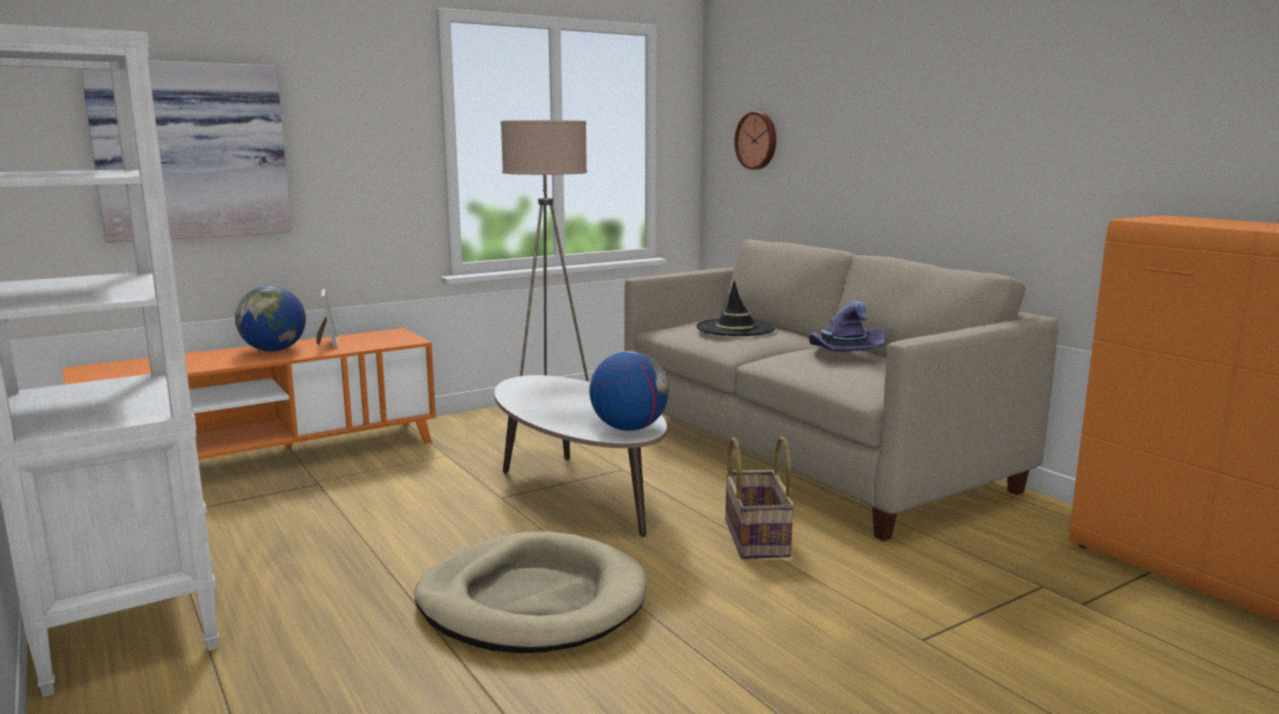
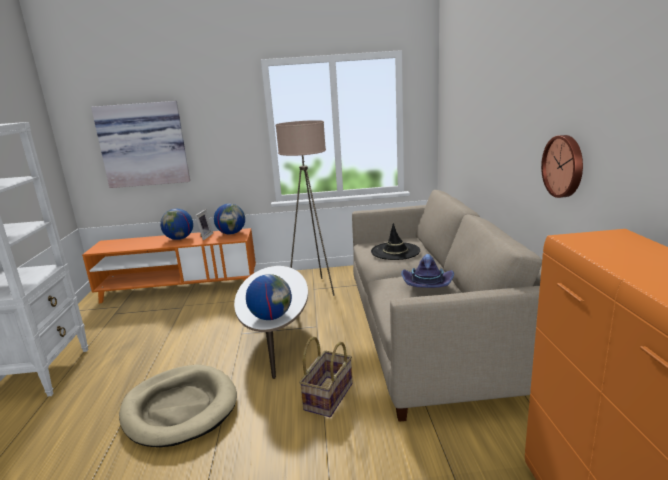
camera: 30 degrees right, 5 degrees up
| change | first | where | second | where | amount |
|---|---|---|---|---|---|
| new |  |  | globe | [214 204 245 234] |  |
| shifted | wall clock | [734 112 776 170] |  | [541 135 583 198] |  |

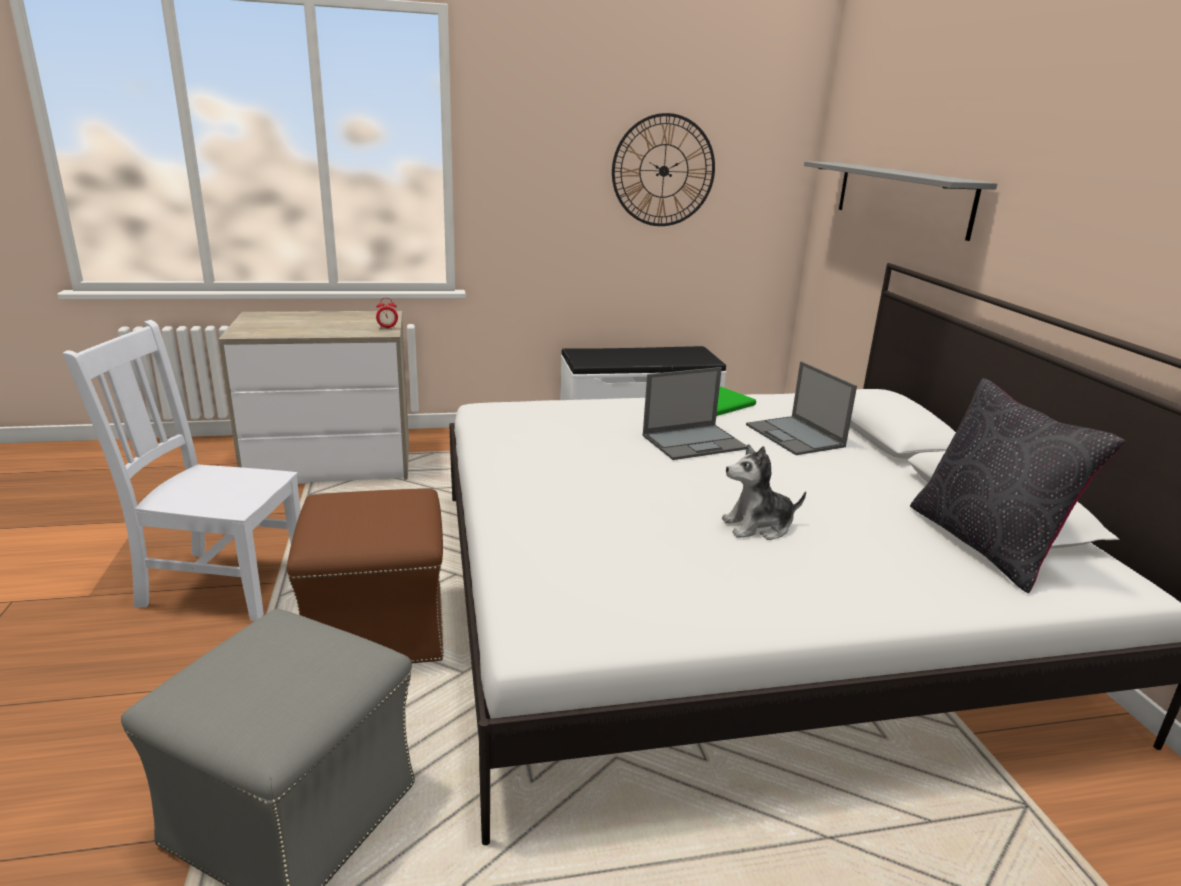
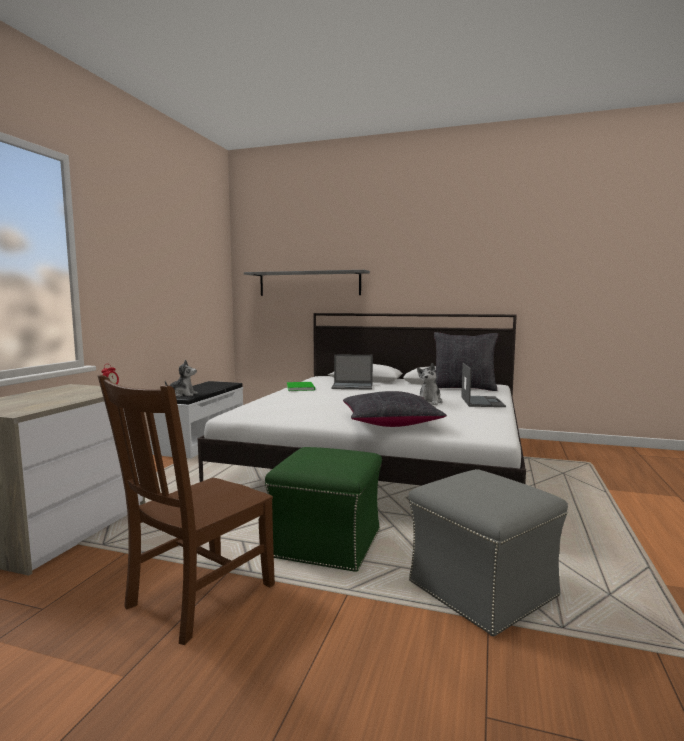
camera: 60 degrees left, 15 degrees down
| change | first | where | second | where | amount |
|---|---|---|---|---|---|
| repainted | chair/white | [62 320 301 621] | chair/brown | [98 375 275 645] |  |
| new |  |  | plush toy | [165 360 198 397] |  |
| repainted | ottoman/brown | [287 489 444 663] | ottoman/green | [265 447 382 572] |  |
| new |  |  | pillow/black | [343 391 447 427] |  |
| shifted | laptop | [643 367 747 460] |  | [461 363 506 407] |  |
| gone | wall clock | [612 113 715 226] |  |  |  |

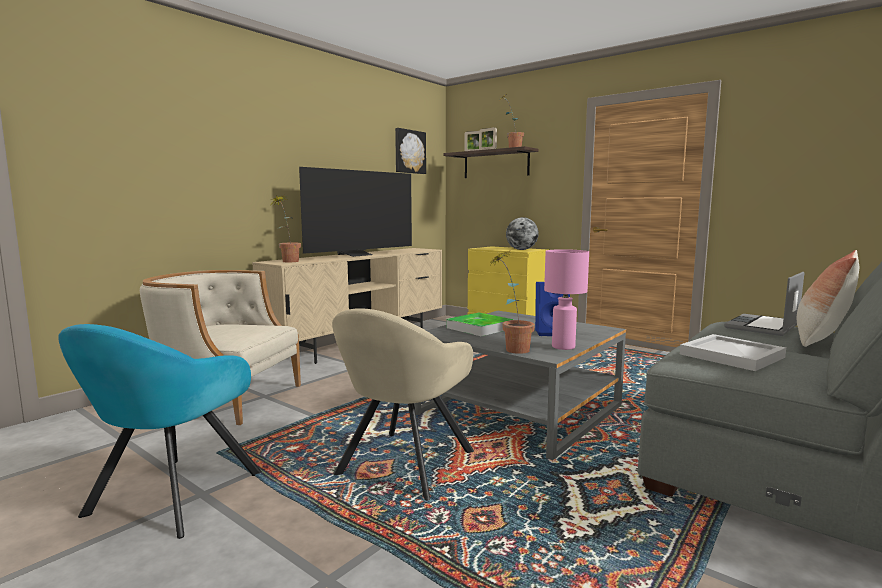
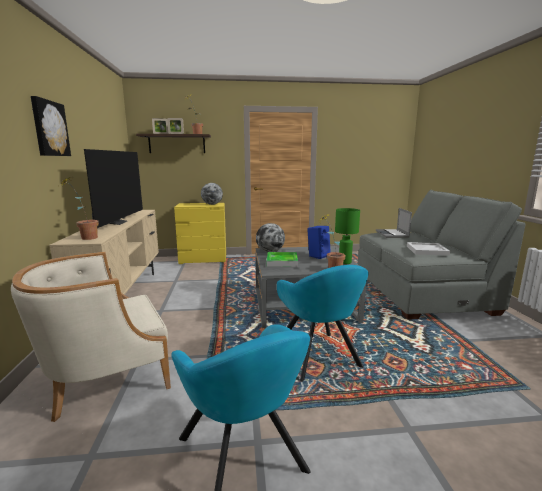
camera: 45 degrees left, 5 degrees up
| change | first | where | second | where | amount |
|---|---|---|---|---|---|
| shifted | picture | [395 128 426 174] |  | [31 96 71 156] |  |
| new |  |  | globe | [256 223 285 252] |  |
| repainted | armchair/beige | [332 308 474 501] | armchair/turquoise | [277 265 369 382] |  |
| repainted | table lamp/pink | [544 249 589 350] | table lamp/green | [335 208 360 264] |  |
| gone | pillow | [797 250 859 347] |  |  |  |

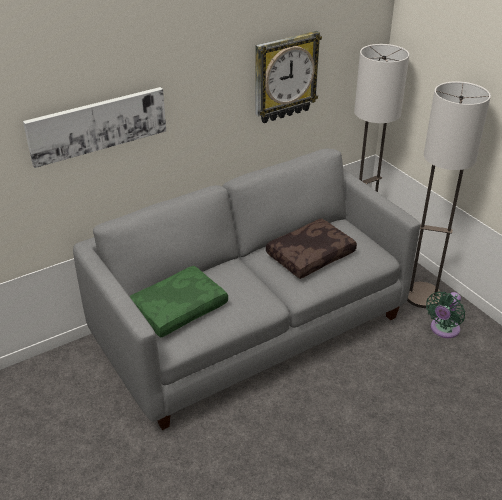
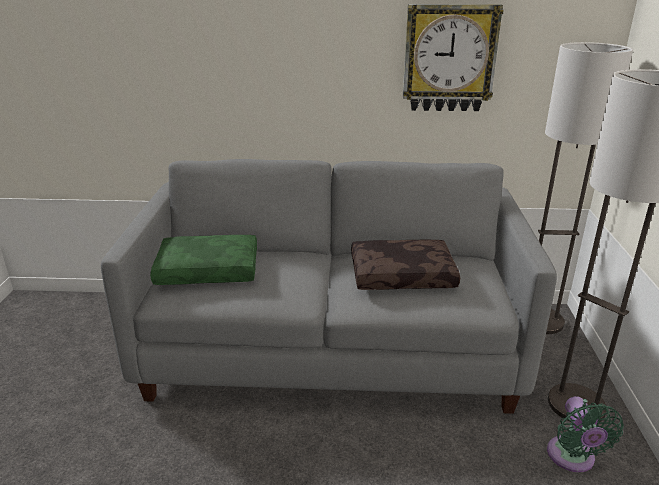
camera: 35 degrees right, 10 degrees down
| change | first | where | second | where | amount |
|---|---|---|---|---|---|
| rotated | fan/green | [426 291 465 338] |  | [547 396 624 472] | 75 degrees counterclockwise |
| gone | picture | [23 87 166 168] |  |  |  |

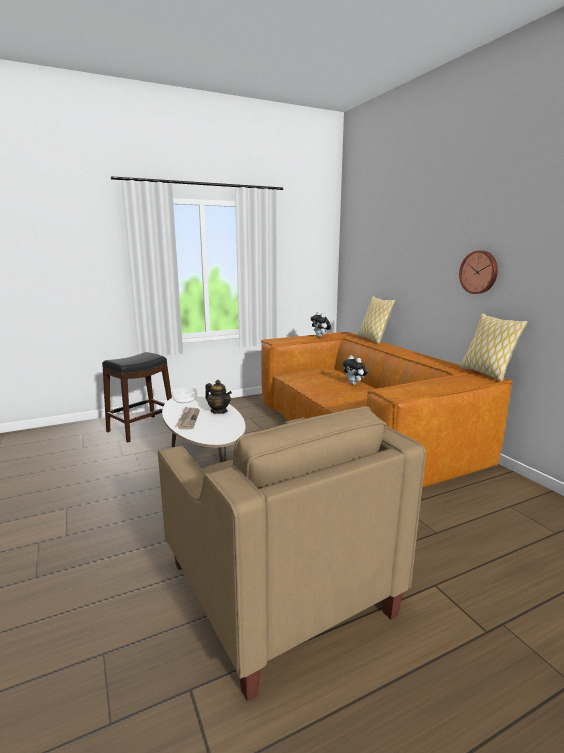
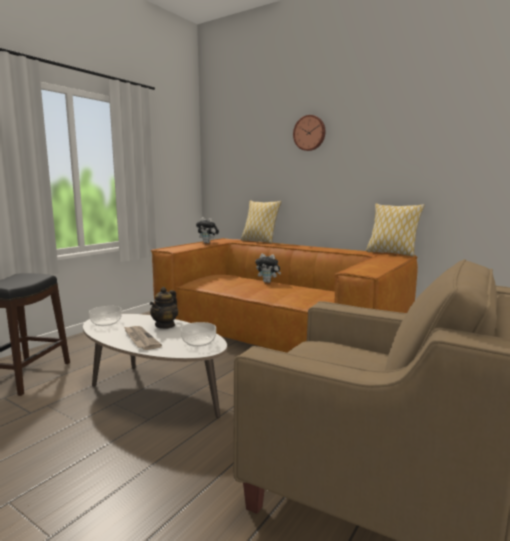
camera: 30 degrees left, 5 degrees down
| change | first | where | second | where | amount |
|---|---|---|---|---|---|
| rotated | teapot | [205 380 232 414] |  | [150 287 178 329] | 105 degrees clockwise |
| new |  |  | bowl | [181 322 216 347] |  |
| shifted | wall clock | [459 251 498 294] |  | [293 115 326 151] |  |

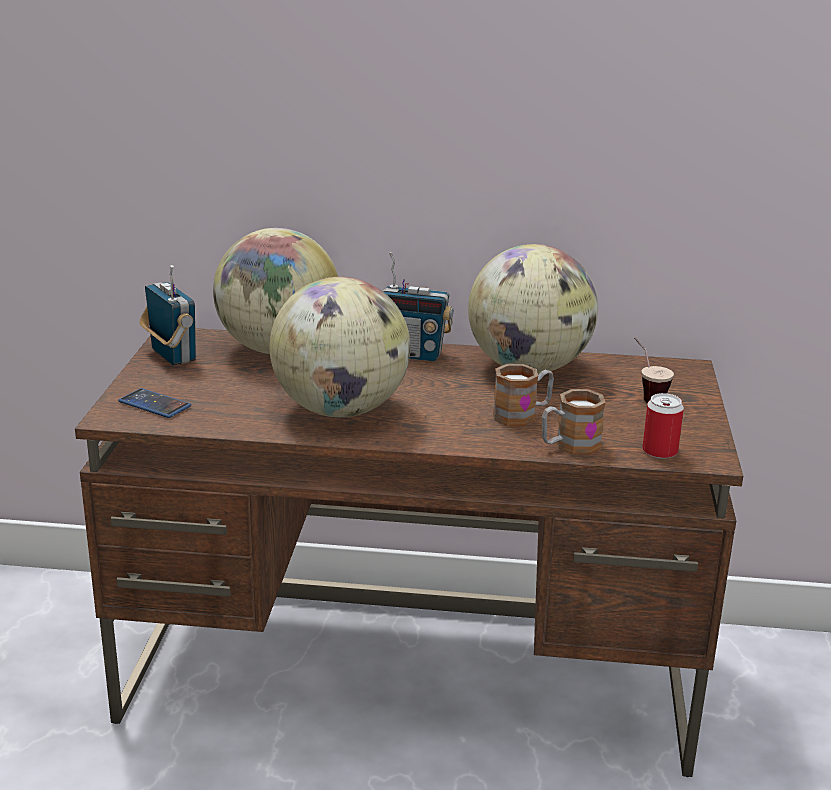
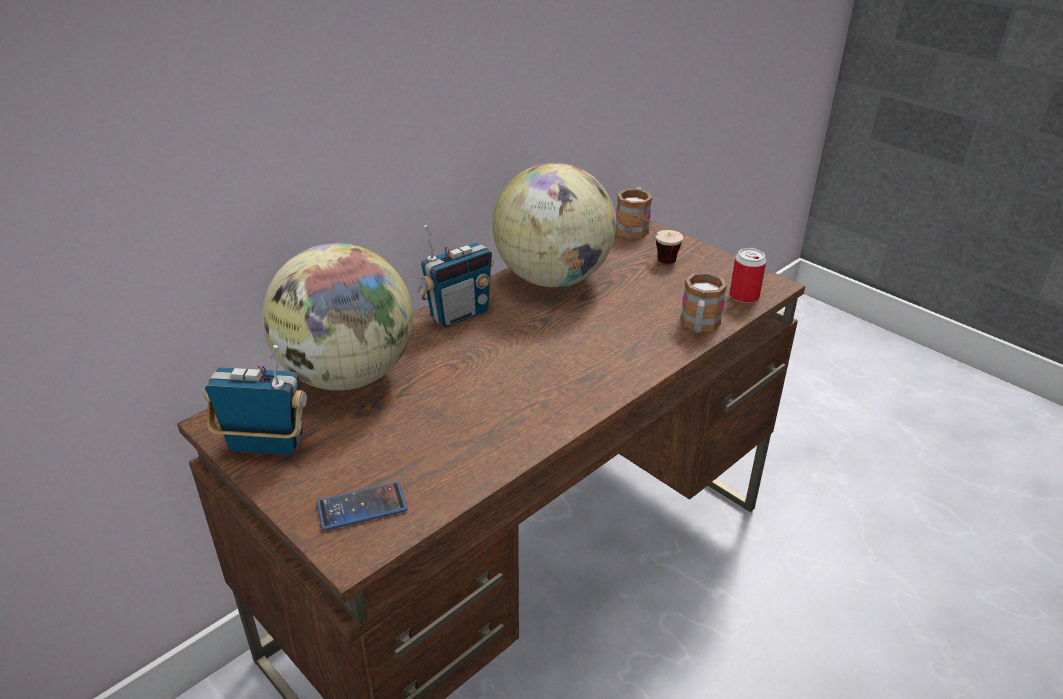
camera: 50 degrees left, 10 degrees up
| change | first | where | second | where | amount |
|---|---|---|---|---|---|
| shifted | mug | [493 364 554 426] |  | [616 187 652 239] |  |
| gone | globe | [269 277 410 417] |  |  |  |

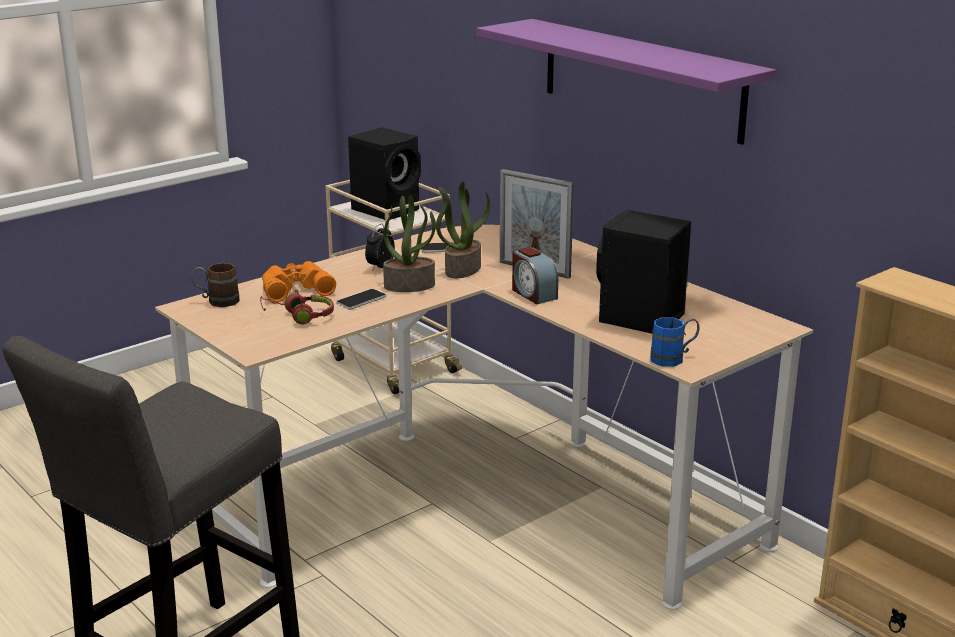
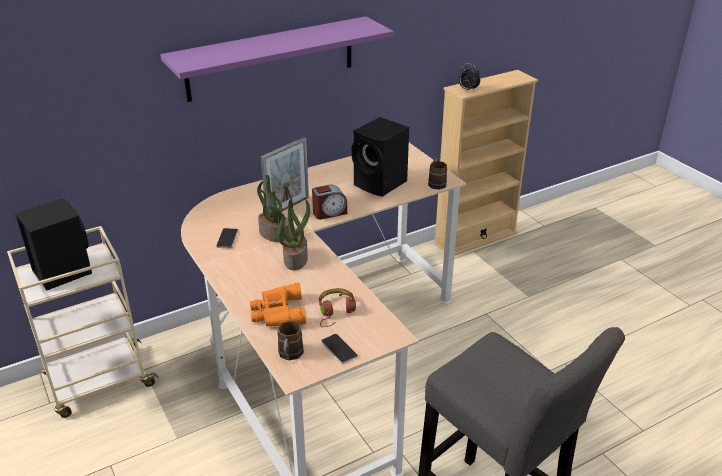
camera: 80 degrees left, 10 degrees up
| change | first | where | second | where | amount |
|---|---|---|---|---|---|
| shifted | phone | [336 289 386 310] |  | [321 334 358 364] |  |
| repainted | mug/blue | [650 317 699 367] | mug/brown | [428 157 447 190] |  |
| shifted | alarm clock | [365 223 395 270] |  | [459 63 481 91] |  |

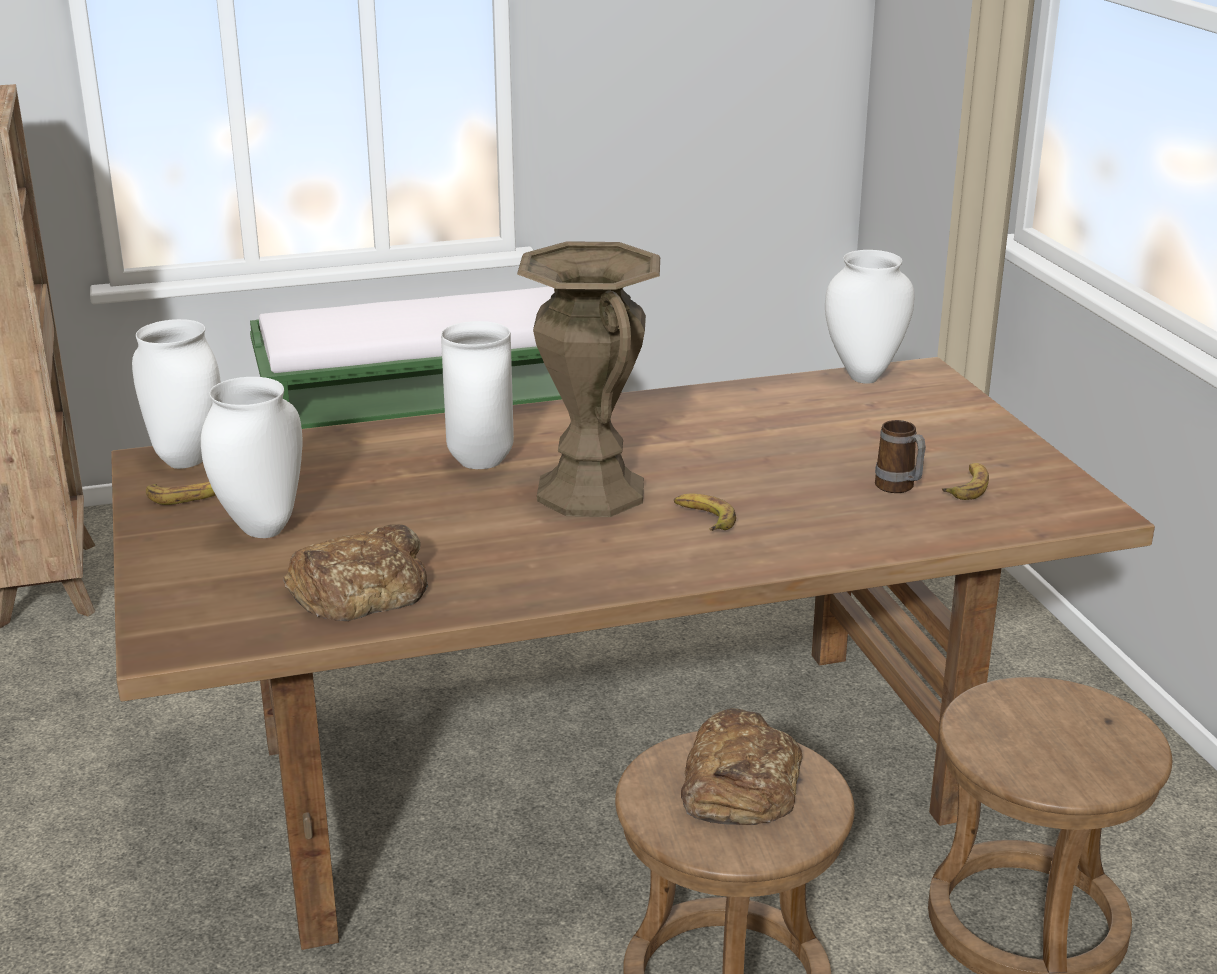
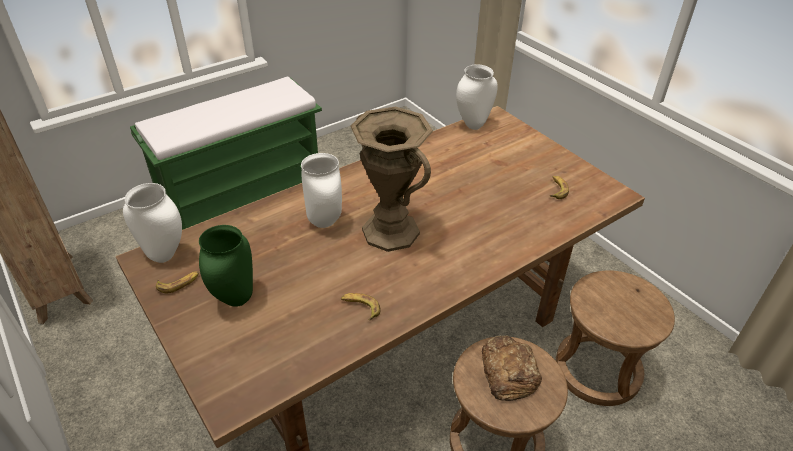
camera: 20 degrees left, 15 degrees up
| change | first | where | second | where | amount |
|---|---|---|---|---|---|
| repainted | vase/white | [201 377 303 538] | vase/green | [199 225 253 307] |  |
| shifted | banana | [674 493 736 531] |  | [341 293 381 320] |  |
| gone | bread | [283 524 428 621] |  |  |  |
| gone | mug | [875 420 926 493] |  |  |  |

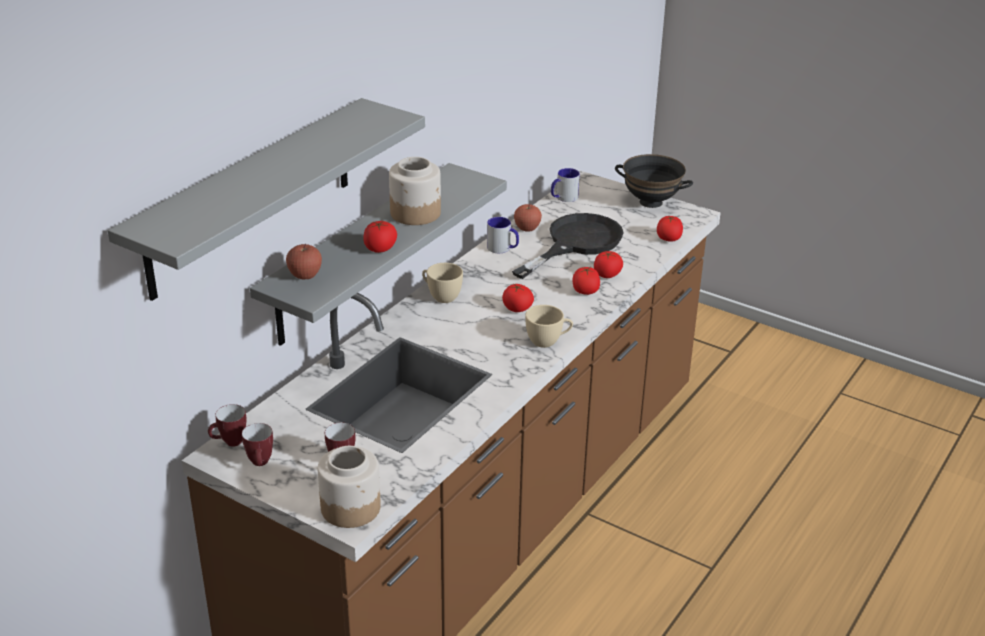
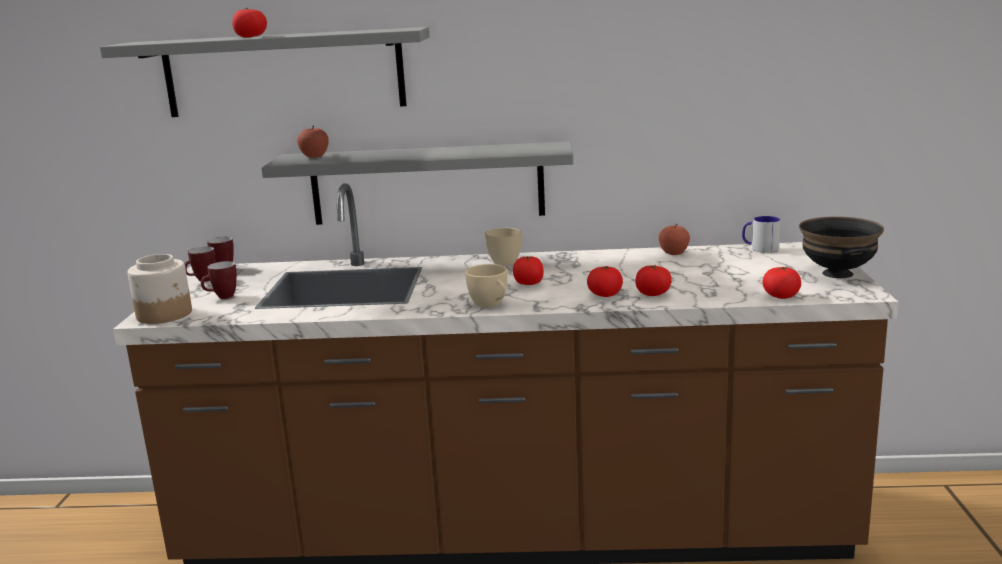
camera: 60 degrees right, 15 degrees down
| change | first | where | second | where | amount |
|---|---|---|---|---|---|
| shifted | tomato | [363 221 397 253] |  | [232 8 267 38] |  |
| gone | jar | [389 157 441 225] |  |  |  |
| gone | mug | [487 217 519 253] |  |  |  |
| gone | frying pan/black | [512 213 624 279] |  |  |  |

